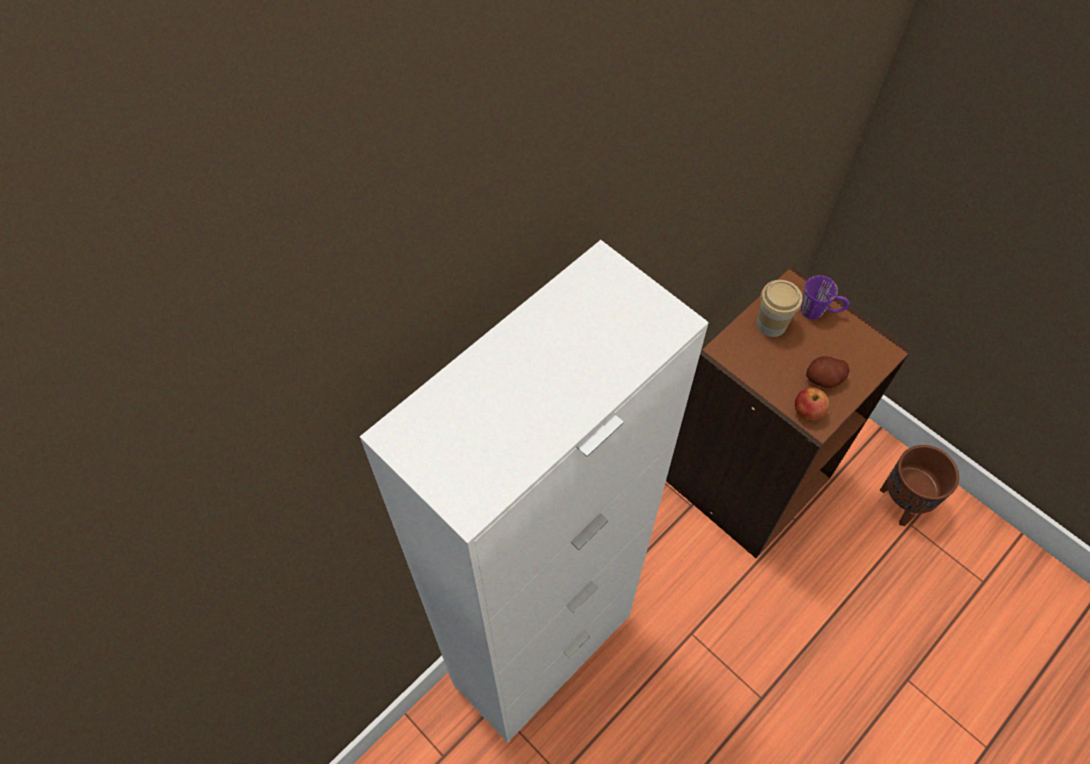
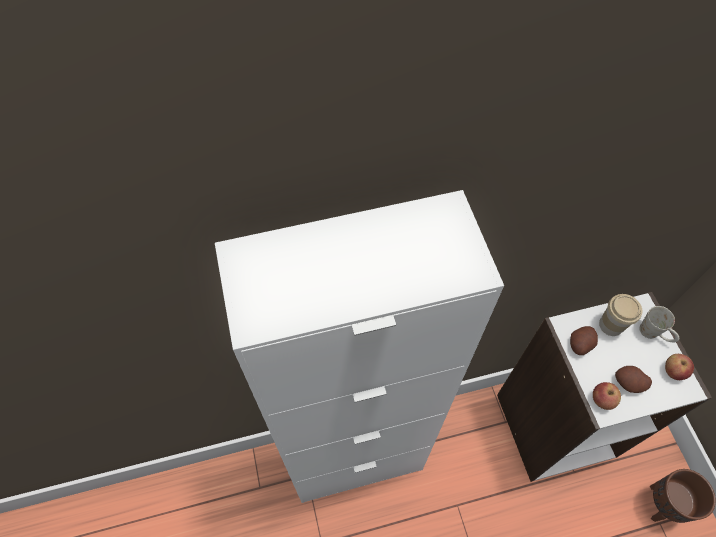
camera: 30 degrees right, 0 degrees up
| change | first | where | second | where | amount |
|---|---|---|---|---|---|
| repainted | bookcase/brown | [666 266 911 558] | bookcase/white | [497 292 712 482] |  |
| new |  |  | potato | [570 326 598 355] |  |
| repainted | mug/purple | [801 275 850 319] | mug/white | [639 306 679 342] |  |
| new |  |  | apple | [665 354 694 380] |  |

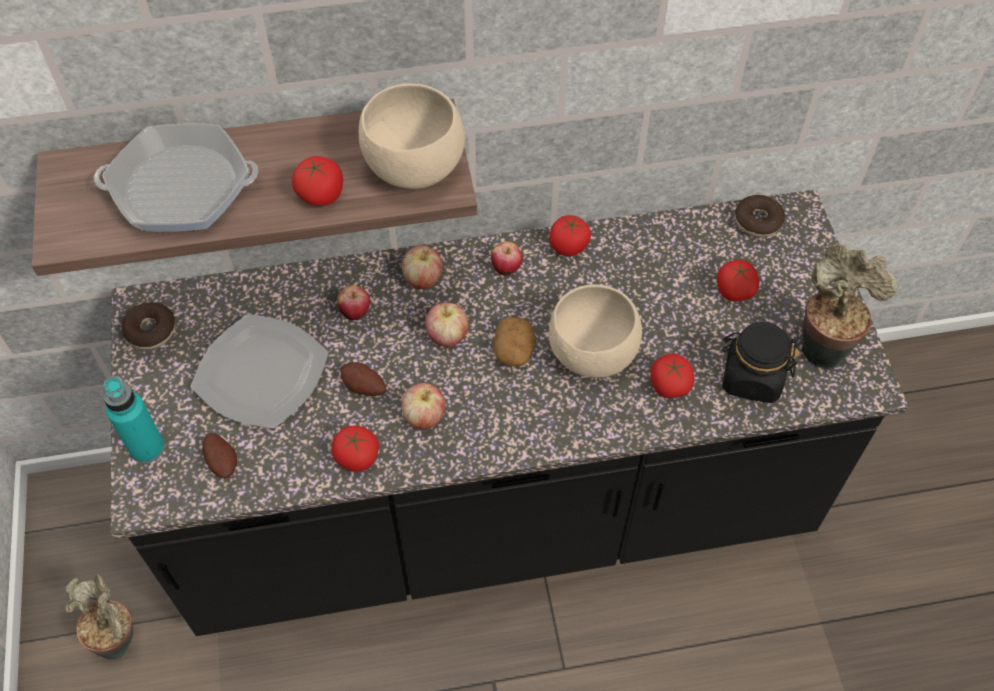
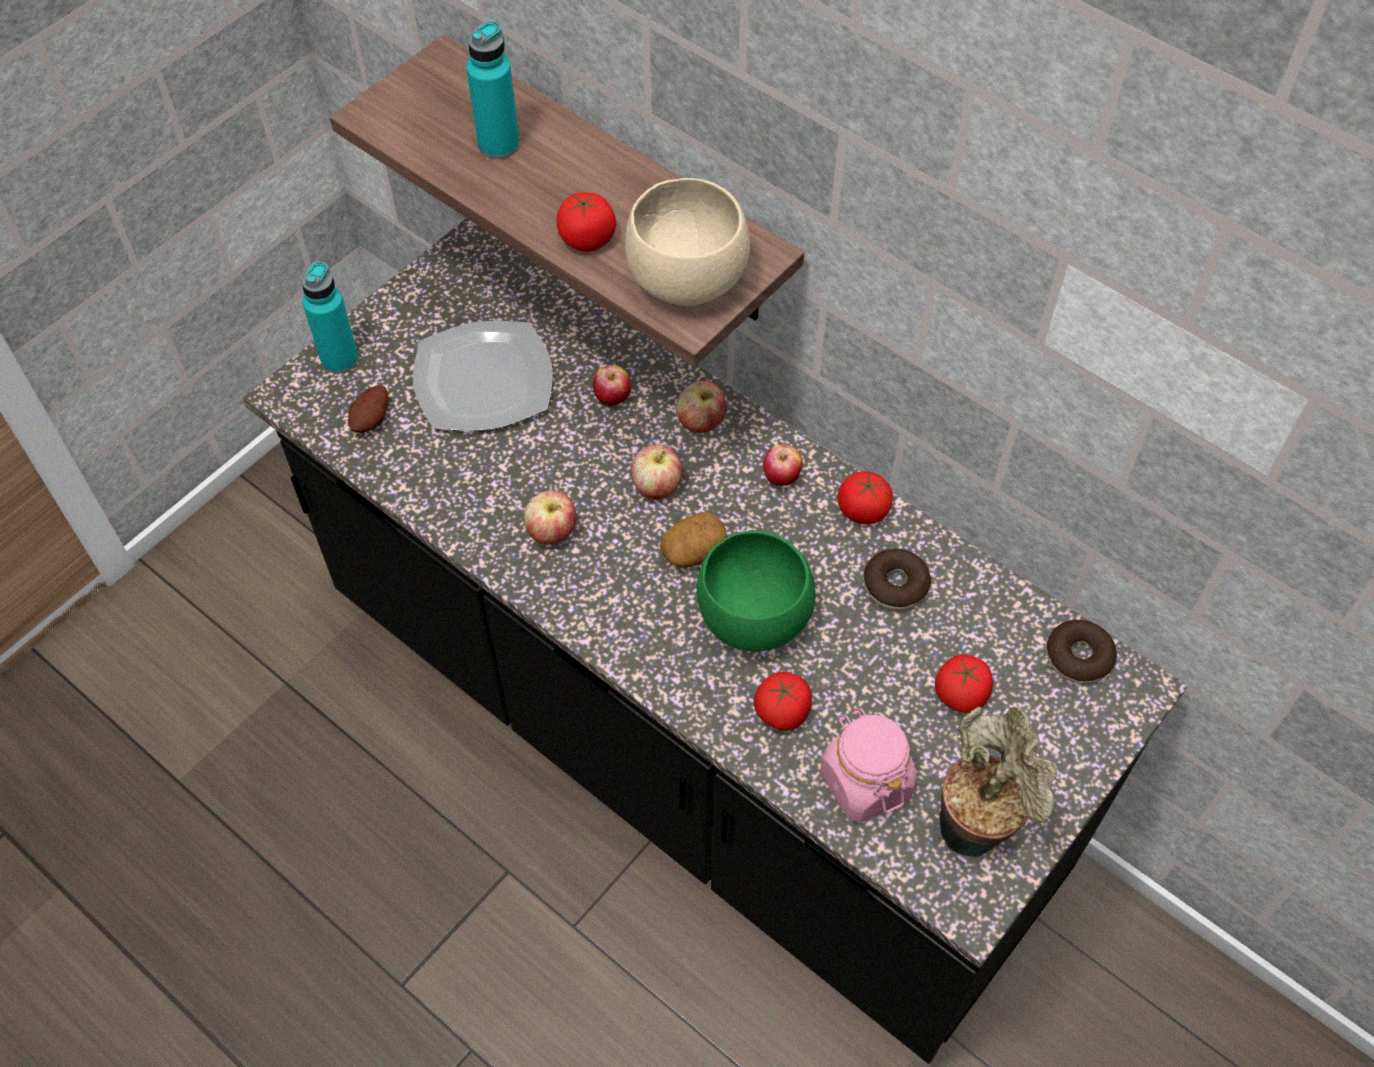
camera: 50 degrees right, 0 degrees up
| change | first | where | second | where | amount |
|---|---|---|---|---|---|
| swapped | frying pan | [94 123 258 232] | bottle/turquoise | [466 21 520 159] |  |
| repainted | bowl/beige | [549 284 642 378] | bowl/green | [697 531 816 652] |  |
| repainted | jar/black | [722 322 800 403] | jar/pink | [820 708 917 822] |  |
| shifted | donut | [122 302 176 350] |  | [863 549 931 610] |  |
| gone | potted plant | [66 574 133 660] |  |  |  |
| gone | tomato | [331 426 379 472] |  |  |  |
| gone | potato | [340 362 386 396] |  |  |  |

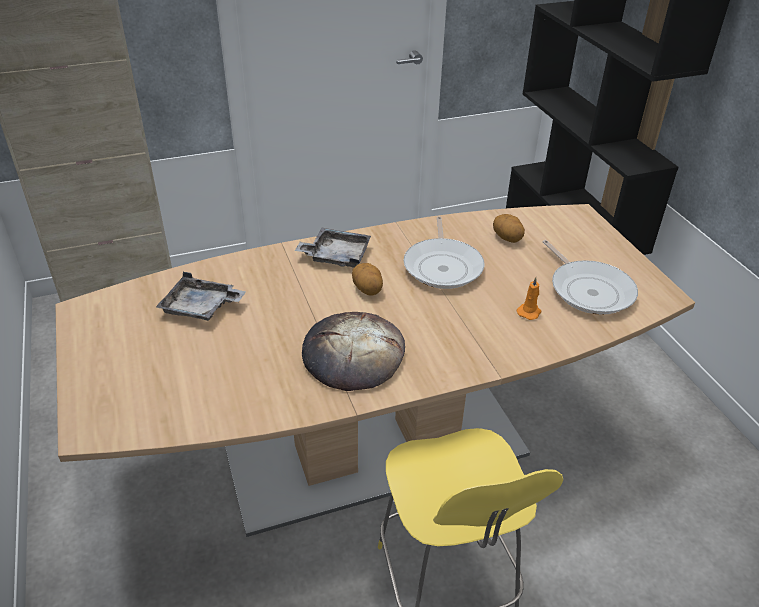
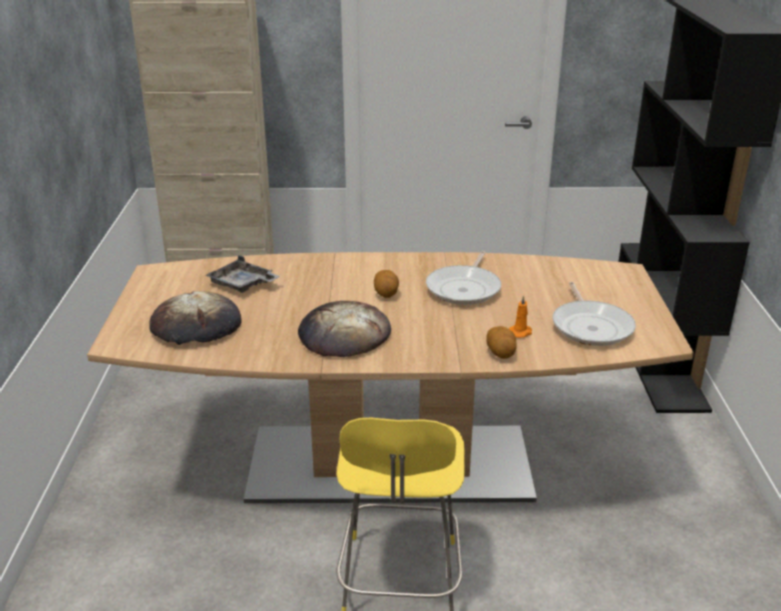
camera: 20 degrees right, 10 degrees down
| change | first | where | second | where | amount |
|---|---|---|---|---|---|
| new |  |  | bread | [150 291 242 345] |  |
| shifted | potato | [493 214 525 243] |  | [486 326 517 359] |  |
| gone | tray/grey | [295 228 371 268] |  |  |  |

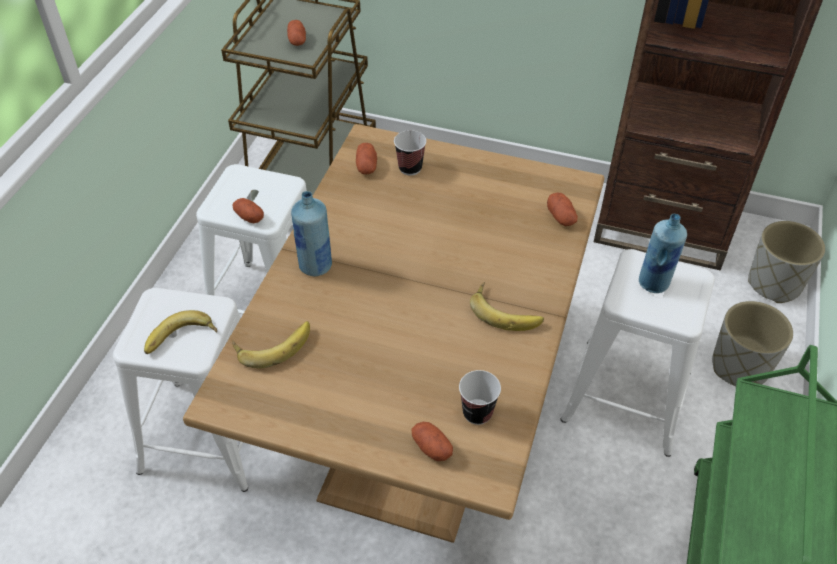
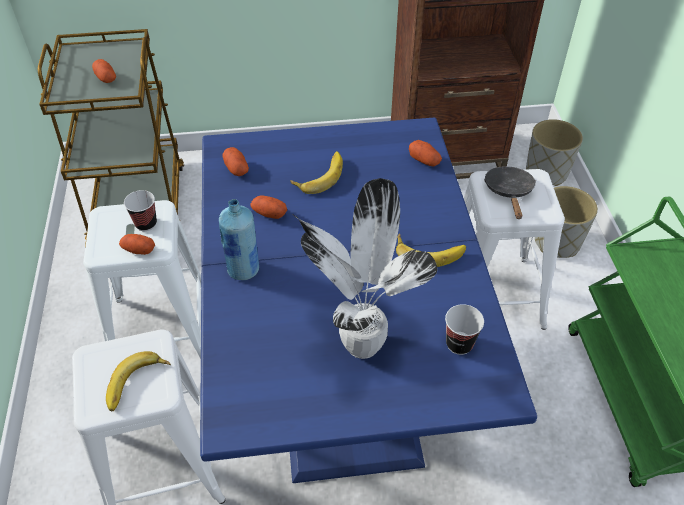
camera: 25 degrees left, 0 degrees up
| change | first | where | second | where | amount |
|---|---|---|---|---|---|
| shifted | cup | [394 130 426 175] |  | [124 190 157 231] |  |
| repainted | dining table/brown | [183 124 605 543] | dining table/blue | [200 118 537 483] |  |
| shifted | potato | [412 422 453 461] |  | [250 196 287 219] |  |
| shifted | banana | [232 321 310 368] |  | [290 151 343 194] |  |
| new |  |  | potted plant | [292 178 437 359] |  |
| swapped | bottle/blue | [639 214 687 293] | frying pan/black | [484 166 536 219] |  |

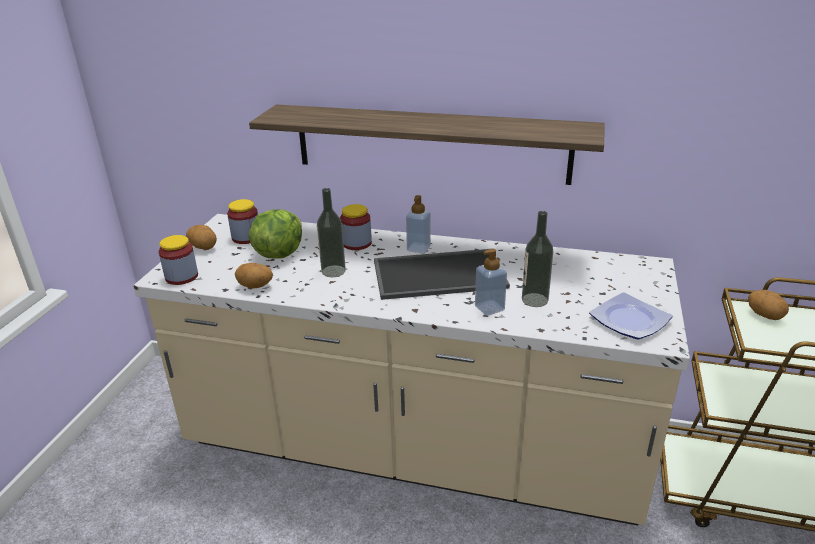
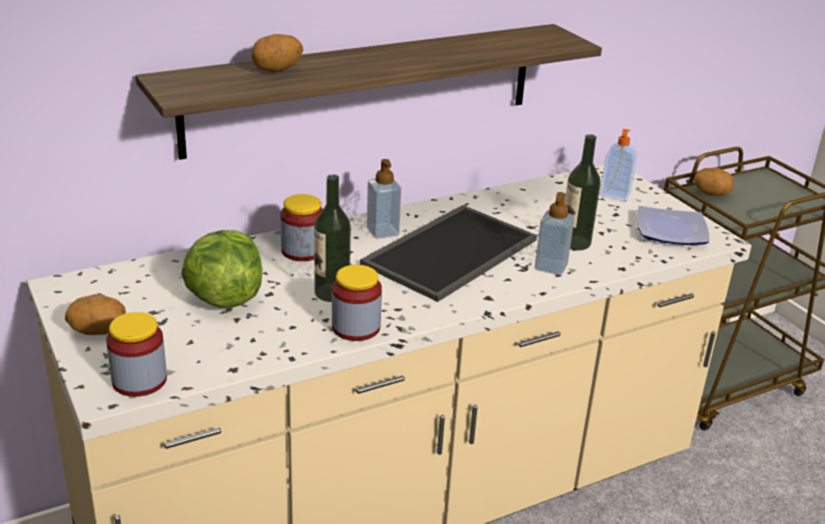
camera: 45 degrees left, 0 degrees up
| change | first | where | second | where | amount |
|---|---|---|---|---|---|
| shifted | potato | [235 263 273 289] |  | [251 34 303 72] |  |
| shifted | jar | [227 199 258 244] |  | [332 265 382 341] |  |
| new |  |  | soap dispenser | [600 129 638 201] |  |

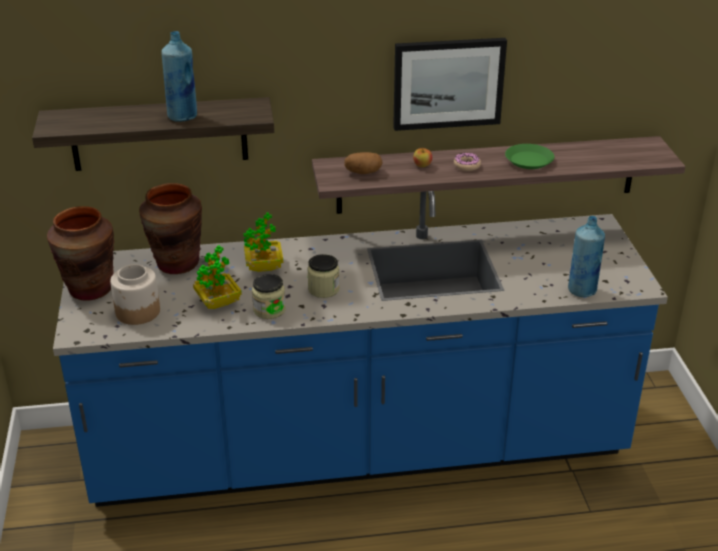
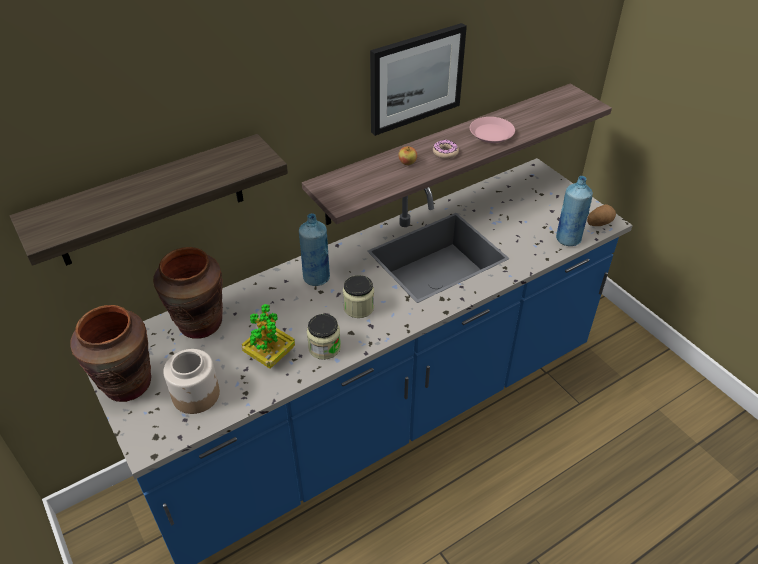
camera: 25 degrees left, 10 degrees up
| change | first | where | second | where | amount |
|---|---|---|---|---|---|
| shifted | bottle/blue | [161 31 197 122] |  | [299 213 330 286] |  |
| repainted | plate/green | [505 144 555 169] | plate/pink | [470 117 515 143] |  |
| shifted | potato | [344 152 383 174] |  | [587 204 616 226] |  |
| gone | potted plant | [244 212 283 272] |  |  |  |

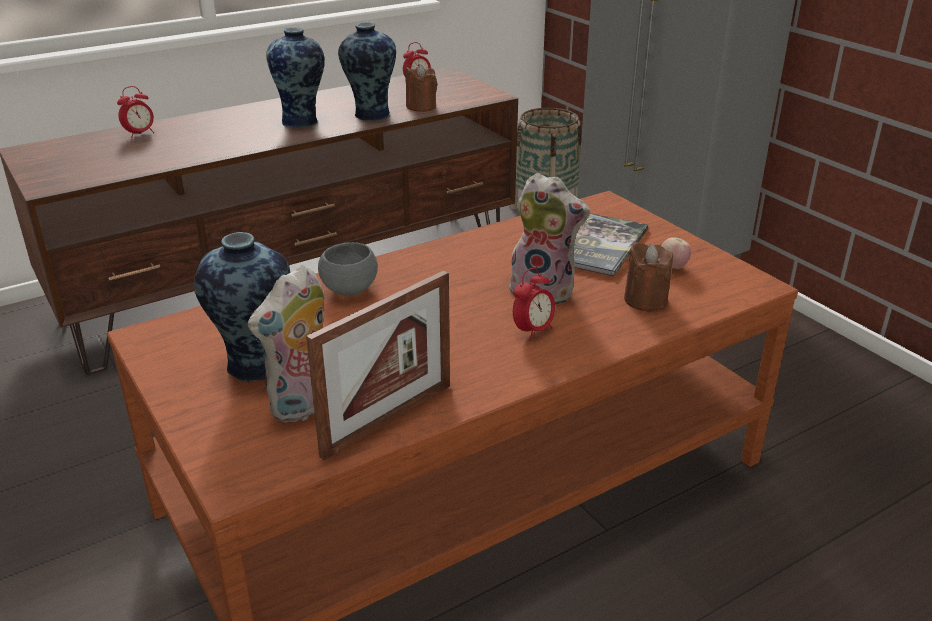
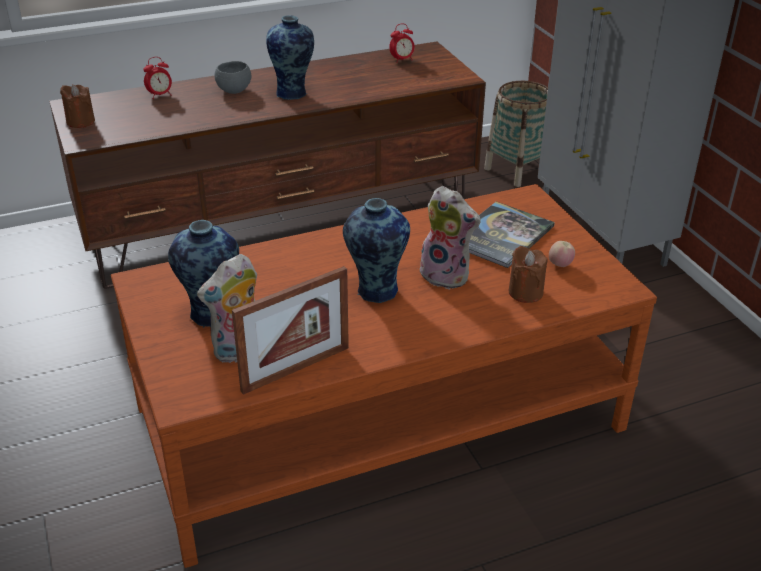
camera: 10 degrees right, 5 degrees up
| change | first | where | second | where | amount |
|---|---|---|---|---|---|
| shifted | candle/brown | [405 64 437 112] |  | [60 84 95 128] |  |
| shifted | bowl/grey | [318 242 378 296] |  | [215 61 251 94] |  |
| shifted | vase | [338 22 396 121] |  | [343 198 410 303] |  |
| gone | alarm clock | [513 268 555 341] |  |  |  |

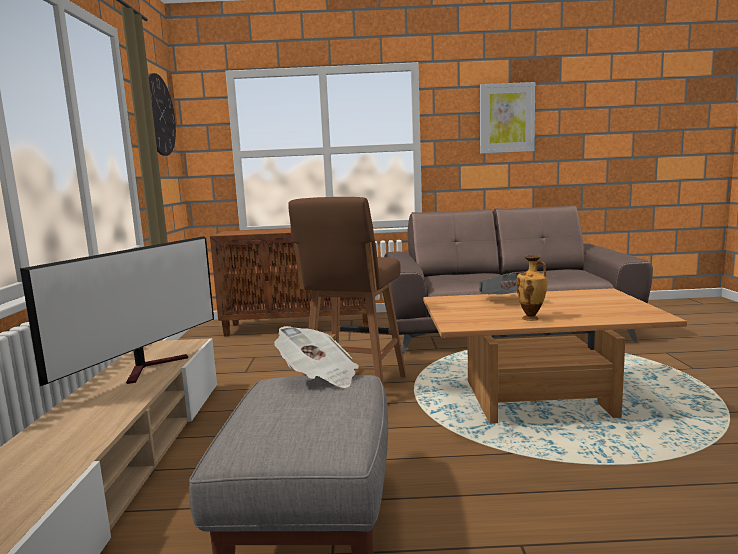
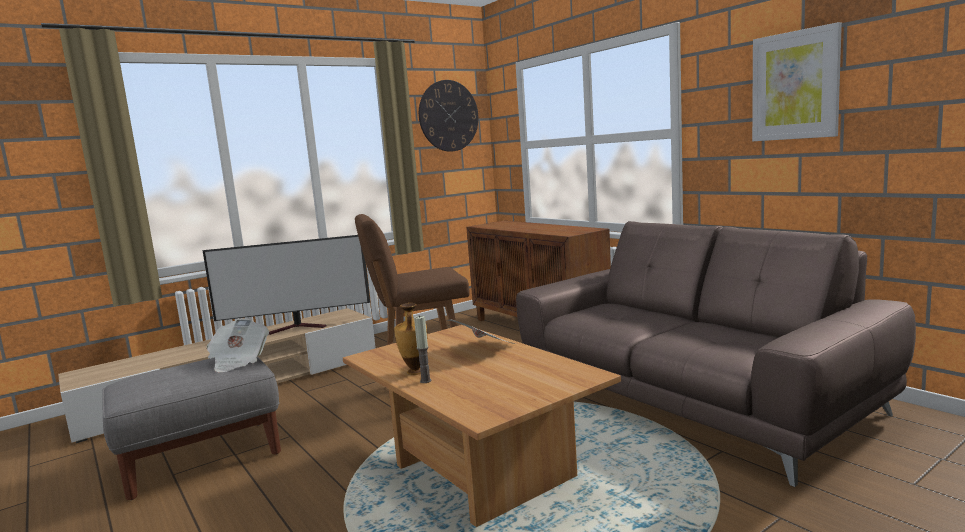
camera: 55 degrees right, 0 degrees up
| change | first | where | second | where | amount |
|---|---|---|---|---|---|
| new |  |  | candle | [414 315 432 383] |  |

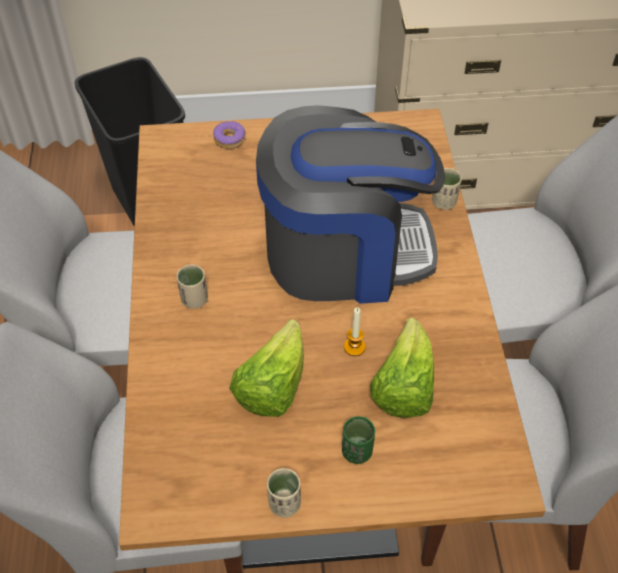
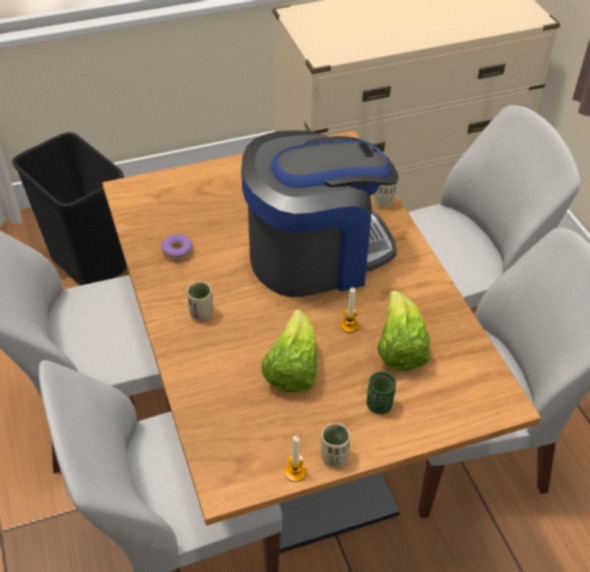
camera: 15 degrees left, 5 degrees down
| change | first | where | second | where | amount |
|---|---|---|---|---|---|
| shifted | donut | [213 121 245 149] |  | [162 234 193 261] |  |
| new |  |  | candle | [285 436 306 482] |  |

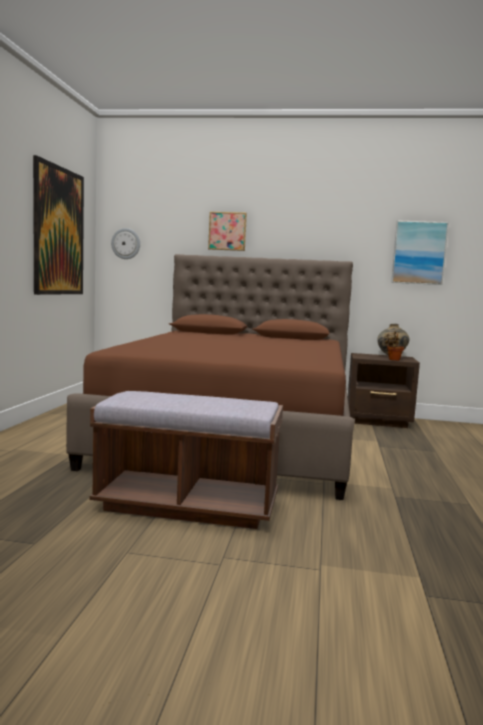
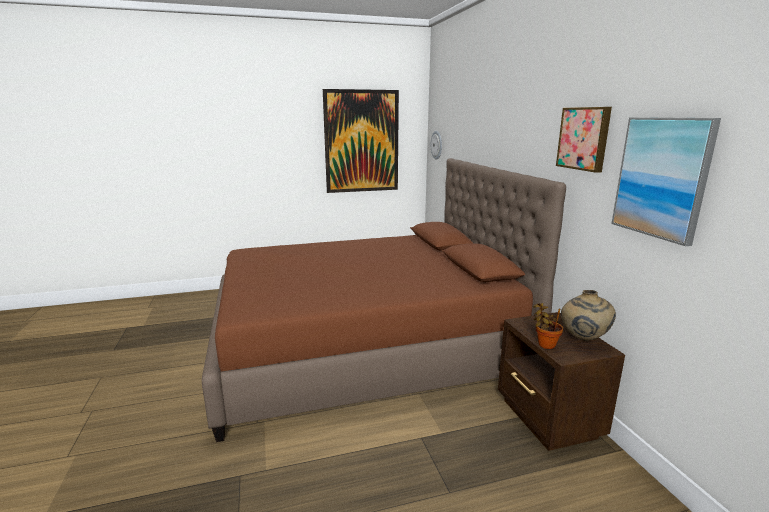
camera: 65 degrees right, 10 degrees up
| change | first | where | second | where | amount |
|---|---|---|---|---|---|
| shifted | picture | [208 212 247 251] |  | [556 107 612 173] |  |
| gone | bench/brown | [89 391 283 529] |  |  |  |

